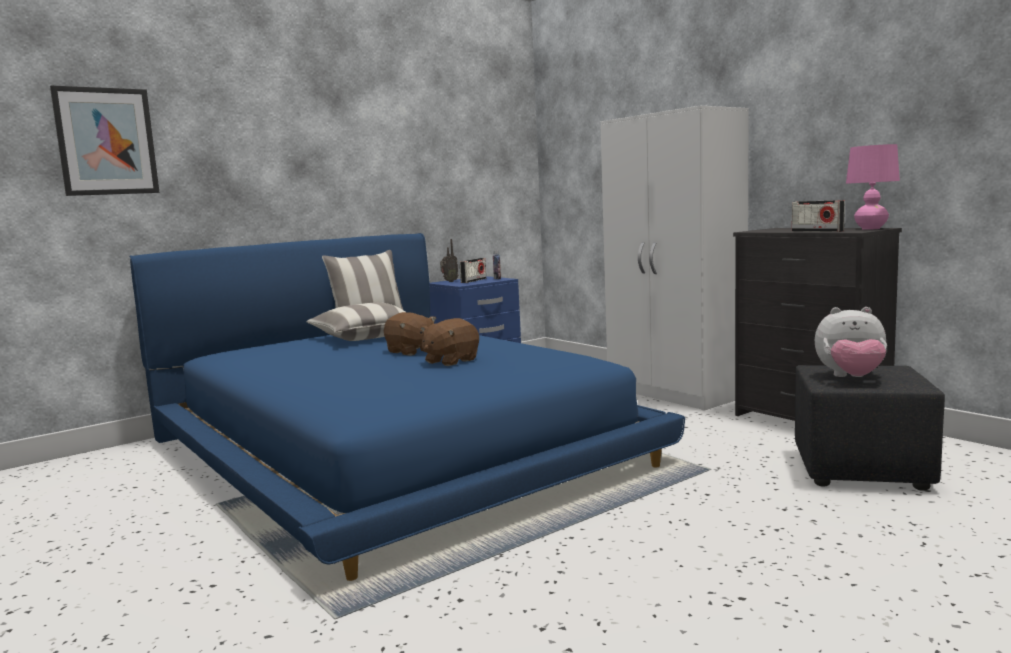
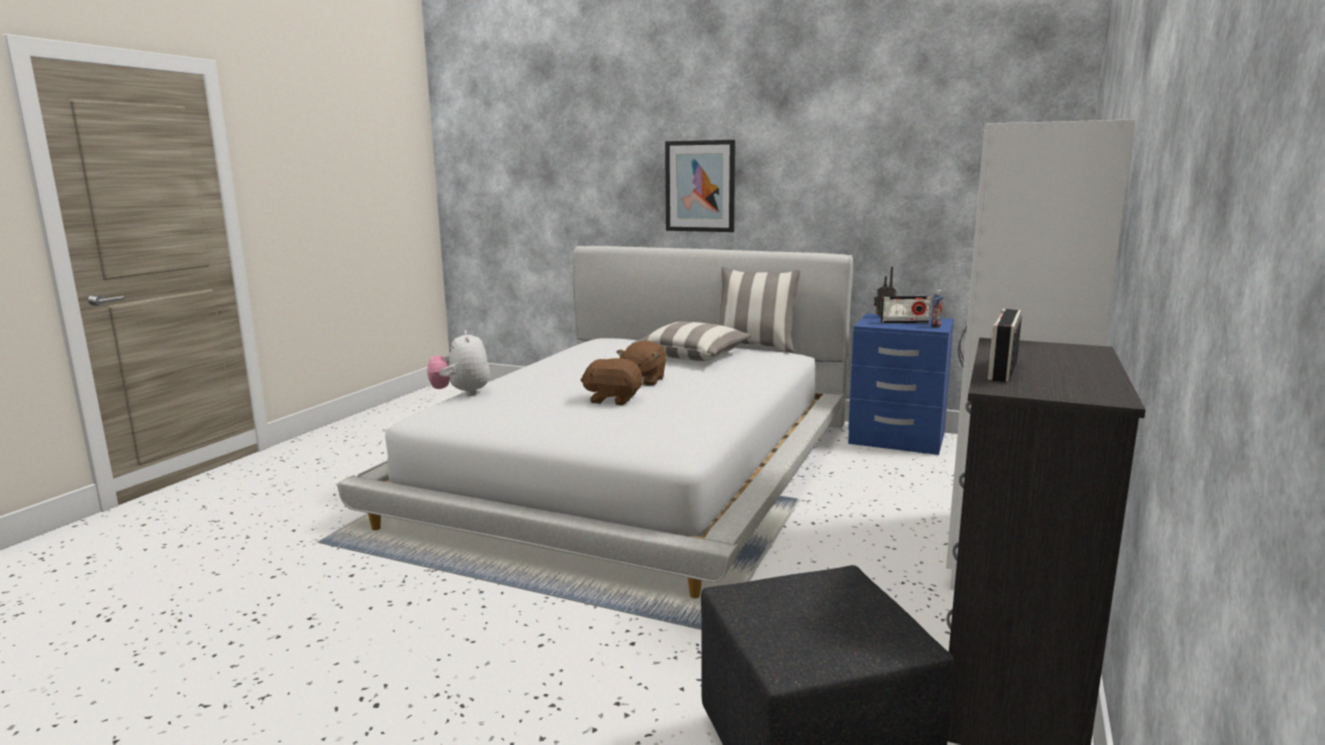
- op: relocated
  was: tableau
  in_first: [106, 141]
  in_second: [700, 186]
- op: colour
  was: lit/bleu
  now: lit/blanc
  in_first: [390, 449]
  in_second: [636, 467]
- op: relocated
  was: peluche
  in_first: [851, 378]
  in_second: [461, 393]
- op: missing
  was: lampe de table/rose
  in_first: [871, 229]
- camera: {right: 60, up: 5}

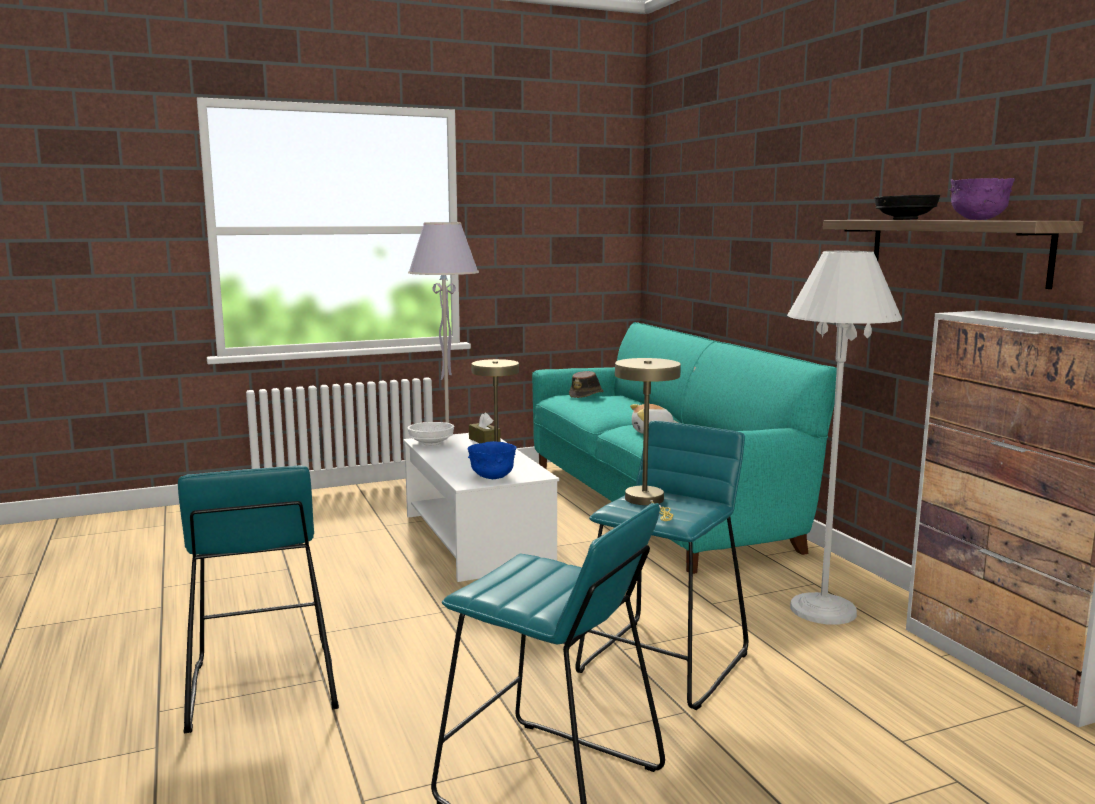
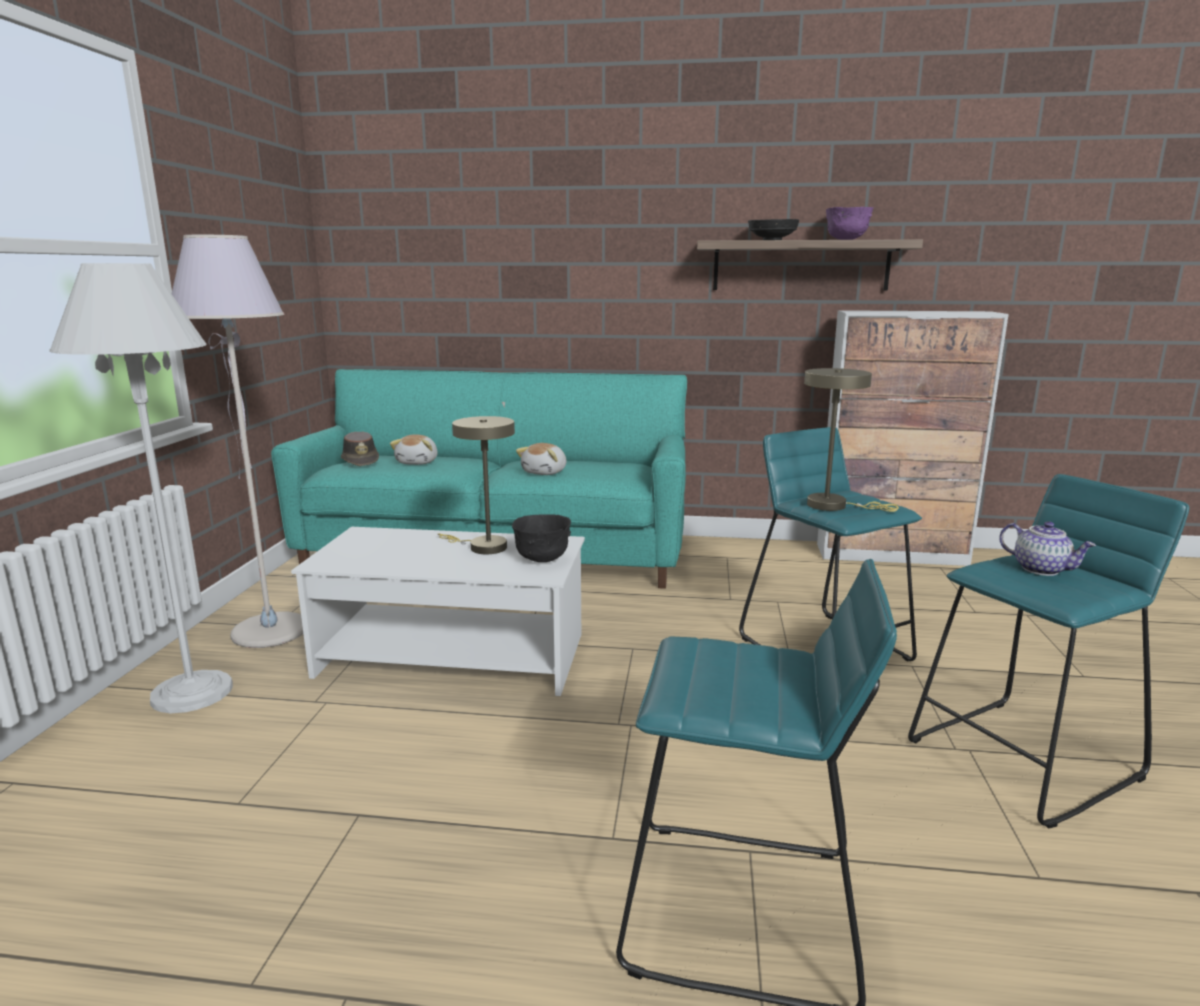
- op: missing
  was: bol/blanc
  in_first: [432, 443]
- op: colour
  was: bol/bleu
  now: bol/noir
  in_first: [492, 477]
  in_second: [542, 560]
- op: missing
  was: boîte à mouchoirs/marron
  in_first: [484, 441]
- op: relocated
  was: lampadaire/blanc
  in_first: [823, 610]
  in_second: [192, 692]
- op: appeared
  now: peluche
  in_second: [418, 462]
- op: appeared
  now: théière
  in_second: [1041, 569]
- camera: {right: -60, up: 5}

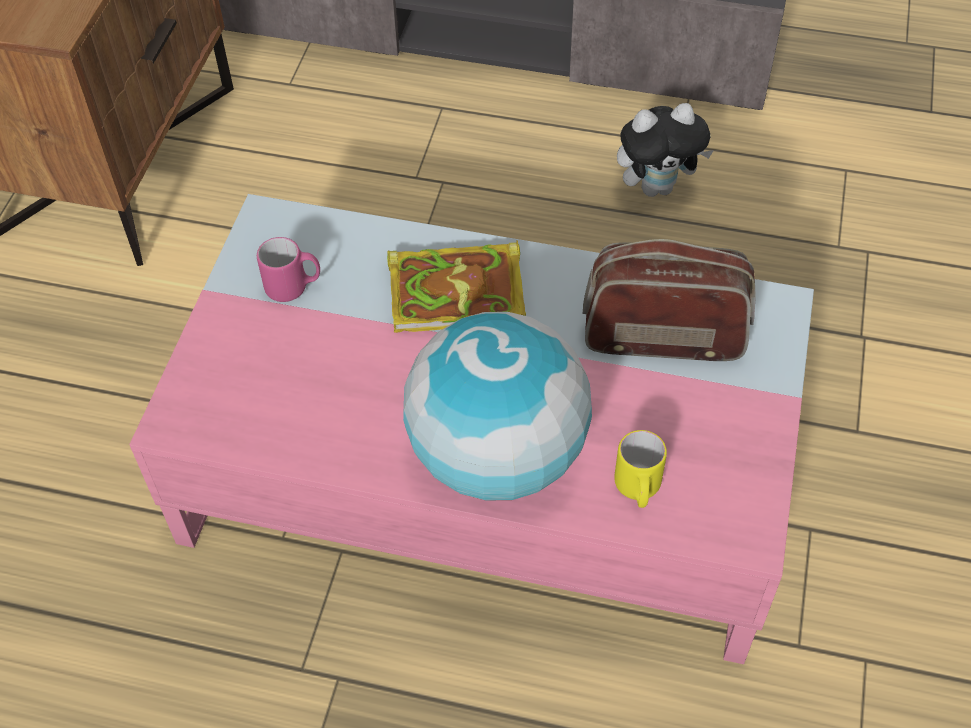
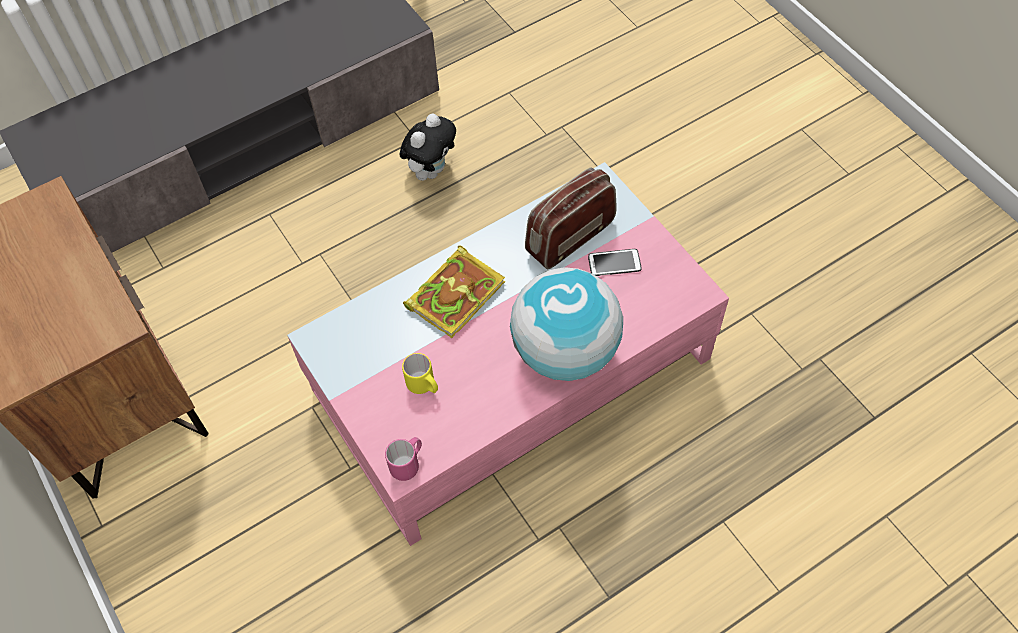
- op: relocated
  was: mug/rose
  in_first: [294, 287]
  in_second: [408, 463]
- op: relocated
  was: mug/jaune
  in_first: [638, 490]
  in_second: [424, 386]
- op: appeared
  now: téléphone
  in_second: [614, 263]
- camera: {right: -45, up: 5}

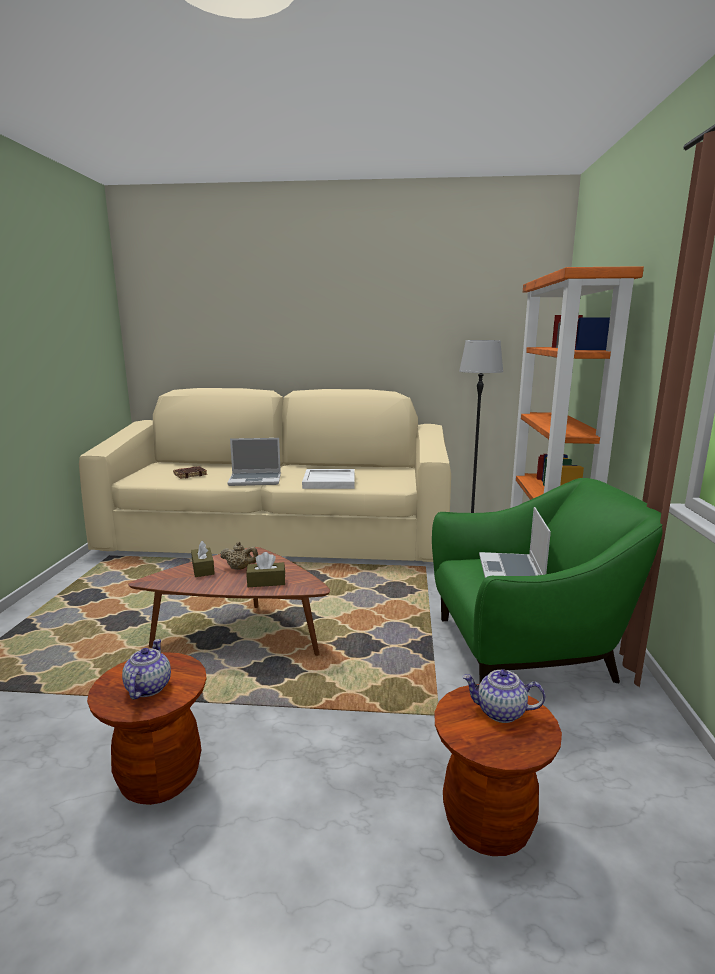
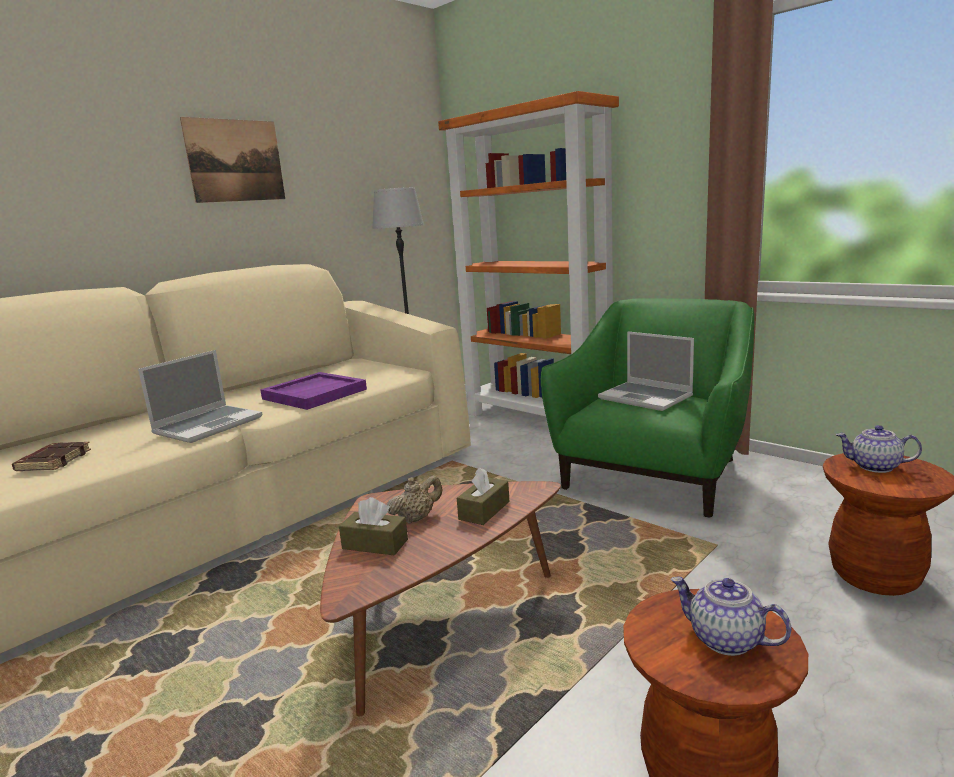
- op: colour
  was: plateau/blanc
  now: plateau/violet
  in_first: [330, 481]
  in_second: [314, 394]
- op: spun
  was: théière
  in_first: [500, 712]
  in_second: [874, 467]
  clockwise: 60
- op: appeared
  now: tableau
  in_second: [235, 160]
- camera: {right: -50, up: 0}

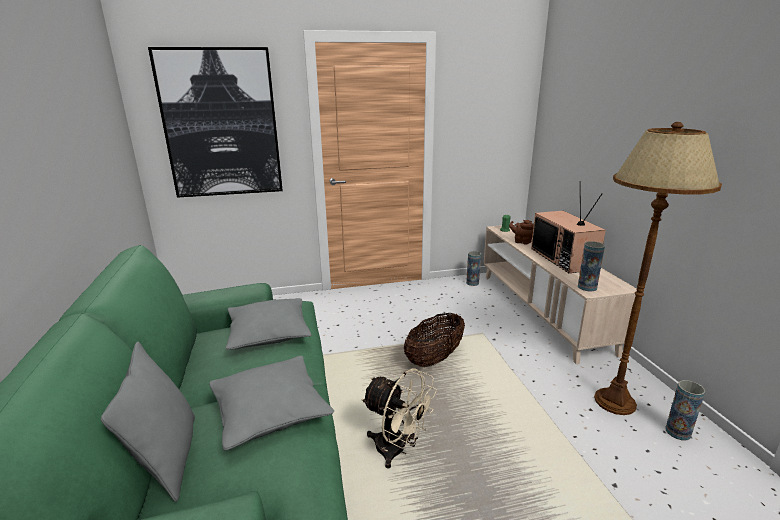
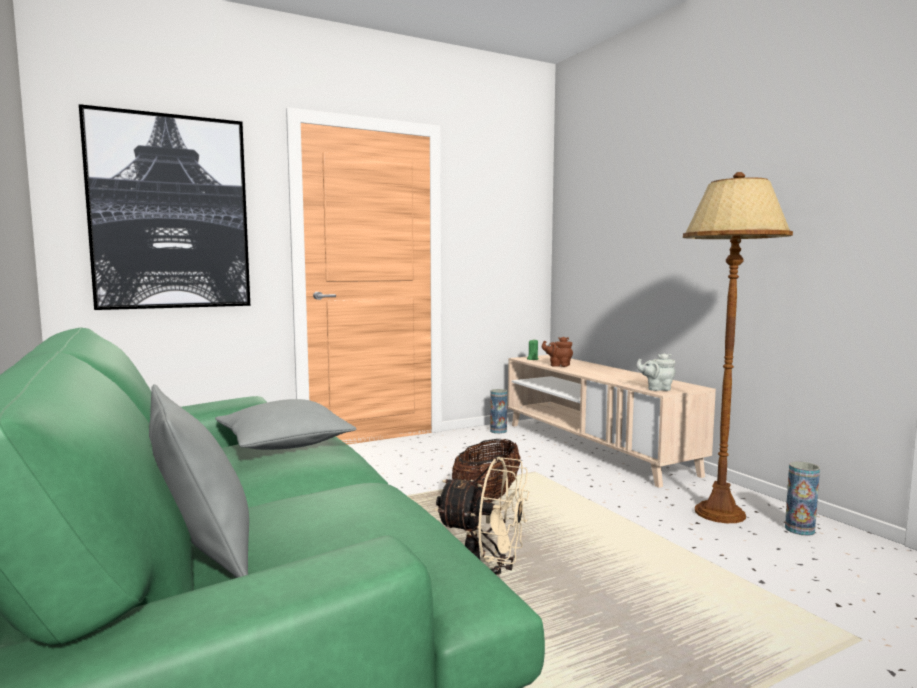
- op: missing
  was: coussin/gris
  in_first: [270, 412]
- op: missing
  was: téléviseur
  in_first: [564, 259]
- op: exchanged
  was: vase
  now: théière/gris
  in_first: [587, 287]
  in_second: [657, 389]
- camera: {right: -15, up: -15}

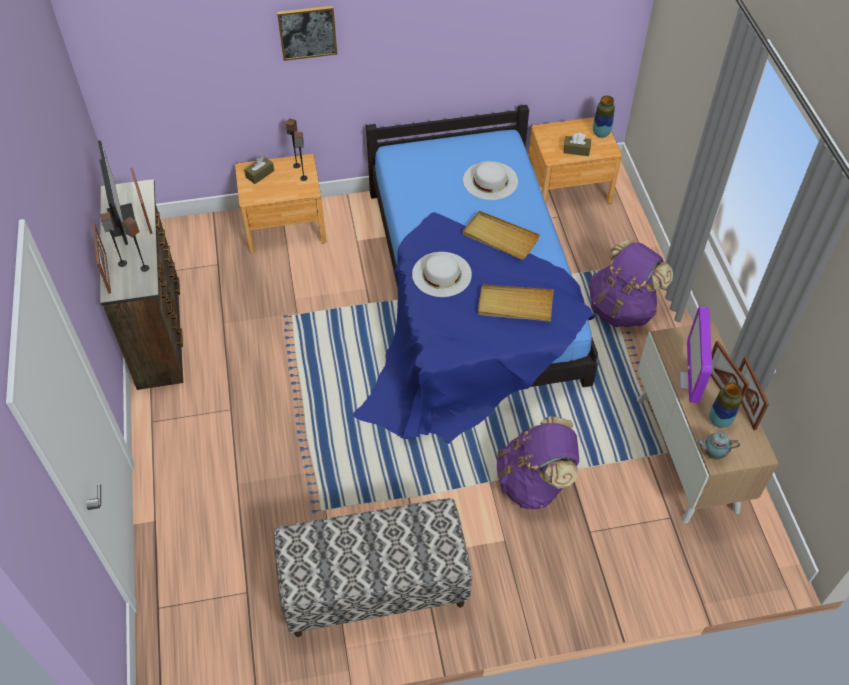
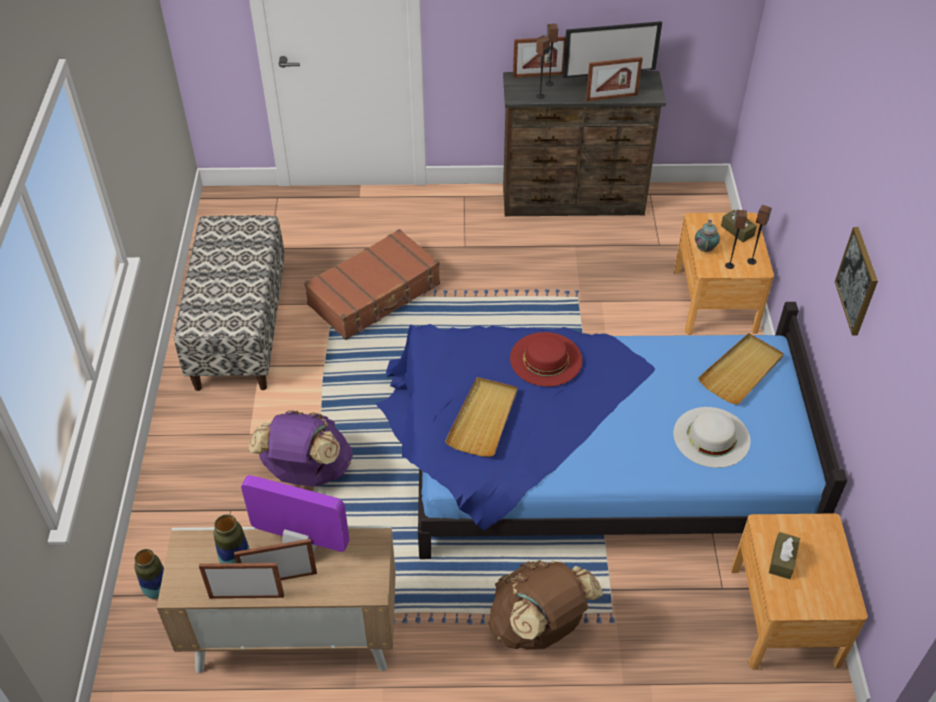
- op: relocated
  was: tableau
  in_first: [307, 32]
  in_second: [858, 281]
- op: colour
  was: chapeau/blanc
  now: chapeau/rouge
  in_first: [442, 274]
  in_second: [546, 359]
- op: relocated
  was: plateau/beige
  in_first: [500, 237]
  in_second: [741, 371]
- op: colour
  was: sac à dos/violet
  now: sac à dos/marron
  in_first: [622, 308]
  in_second: [539, 626]
- op: relocated
  was: vase
  in_first: [601, 133]
  in_second: [157, 590]
- op: relocated
  was: théière
  in_first: [712, 453]
  in_second: [705, 248]
- op: appeared
  now: valise/marron
  in_second: [375, 295]
- camera: {right: 100, up: -5}

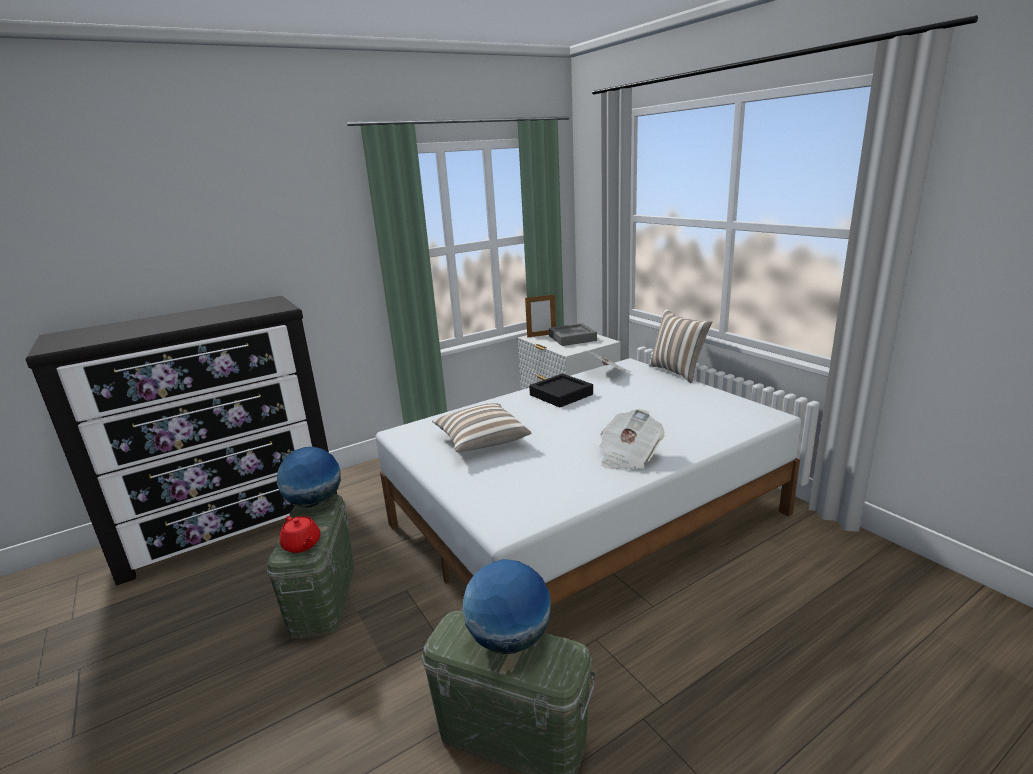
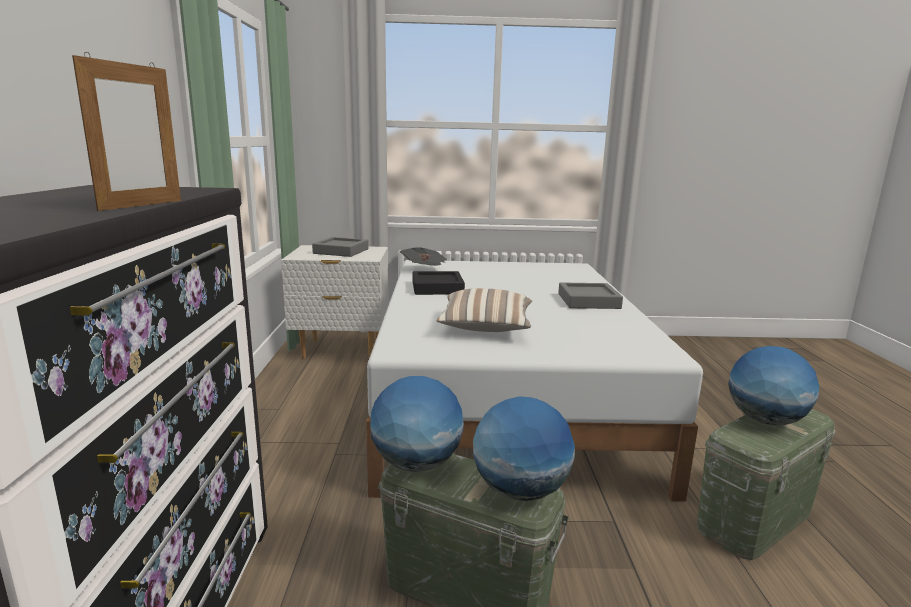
- op: exchanged
  was: théière/rouge
  now: globe
  in_first: [302, 545]
  in_second: [520, 491]
- op: relocated
  was: cadre photo
  in_first: [541, 335]
  in_second: [142, 205]
- op: exchanged
  was: journal
  now: plateau/gris
  in_first: [628, 456]
  in_second: [588, 301]
- op: missing
  was: coussin
  in_first: [677, 372]
- camera: {right: -60, up: -5}

